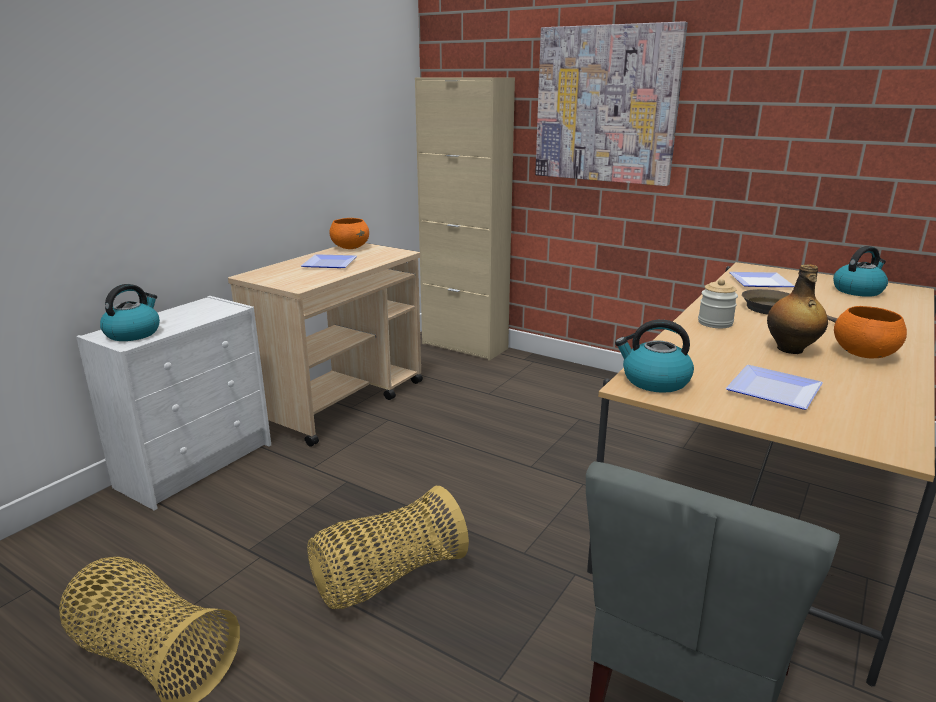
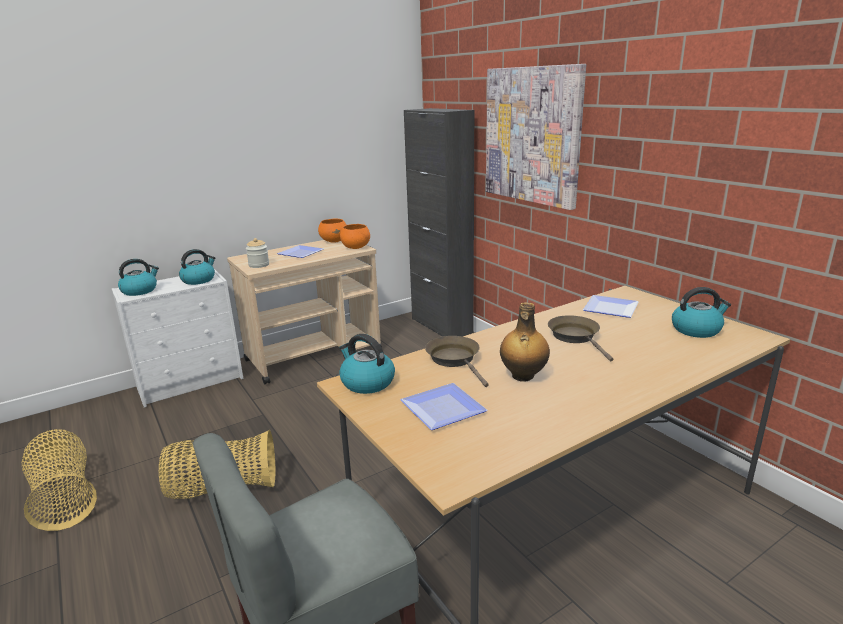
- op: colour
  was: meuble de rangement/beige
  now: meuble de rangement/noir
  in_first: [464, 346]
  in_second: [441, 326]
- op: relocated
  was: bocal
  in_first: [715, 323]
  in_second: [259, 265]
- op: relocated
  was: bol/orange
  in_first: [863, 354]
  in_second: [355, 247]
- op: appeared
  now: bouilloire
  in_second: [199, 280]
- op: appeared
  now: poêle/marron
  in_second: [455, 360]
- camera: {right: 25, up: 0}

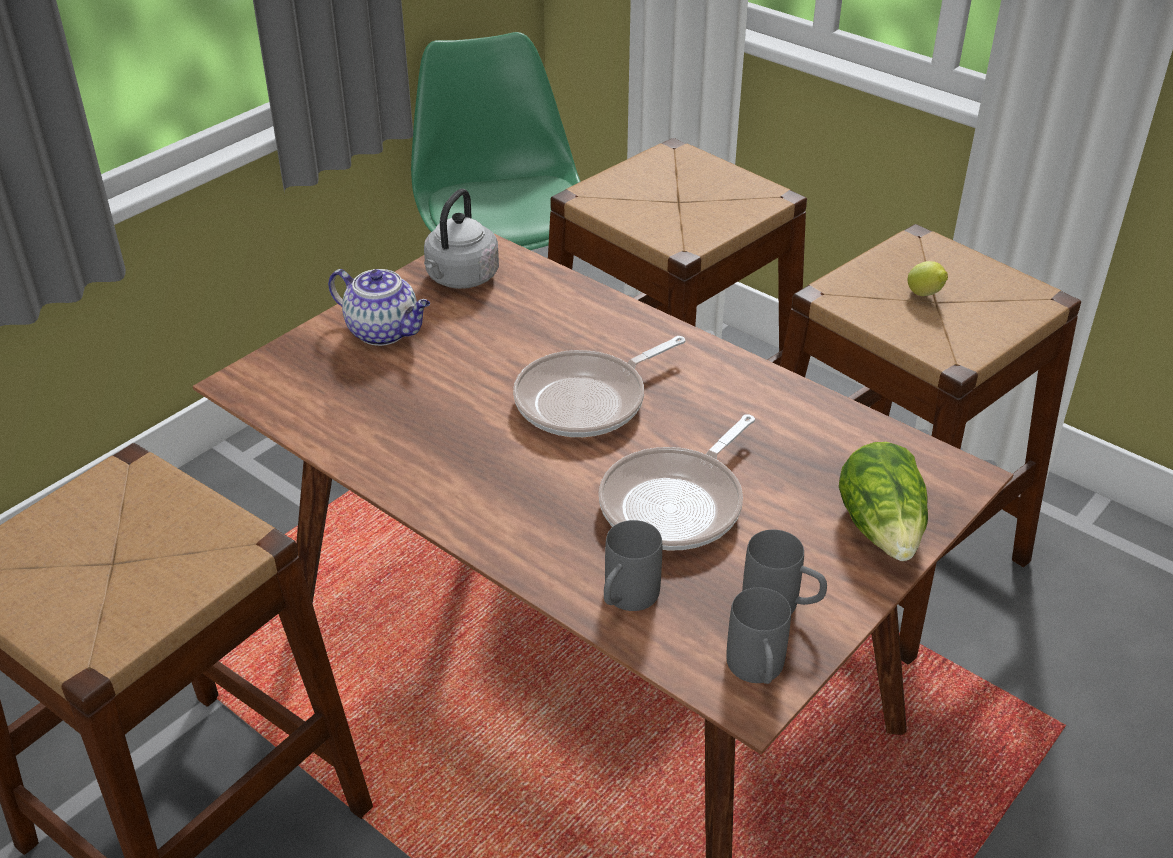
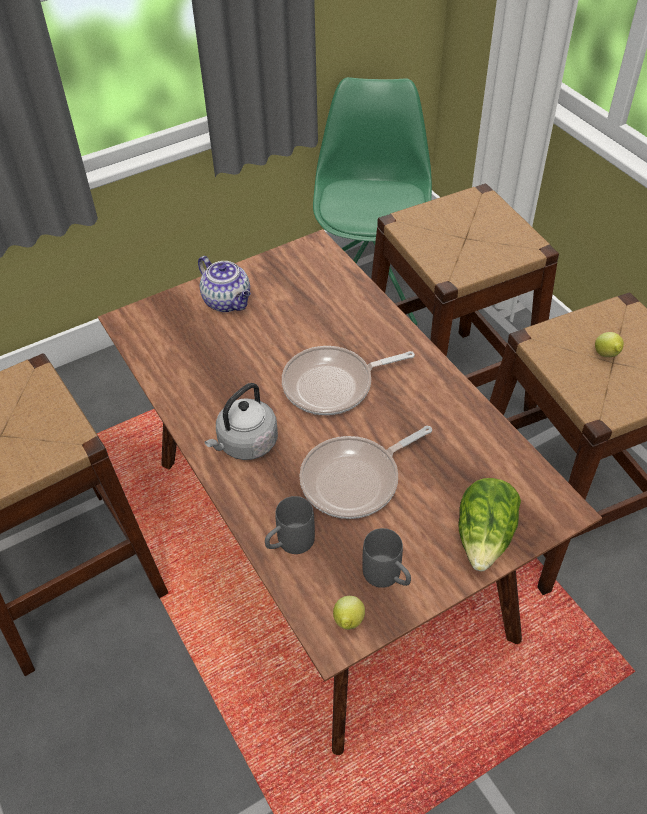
- op: relocated
  was: bouilloire/gris
  in_first: [460, 279]
  in_second: [245, 444]
- op: exchanged
  was: mug/gris
  now: citron
  in_first: [757, 673]
  in_second: [348, 622]
- camera: {right: 20, up: 10}

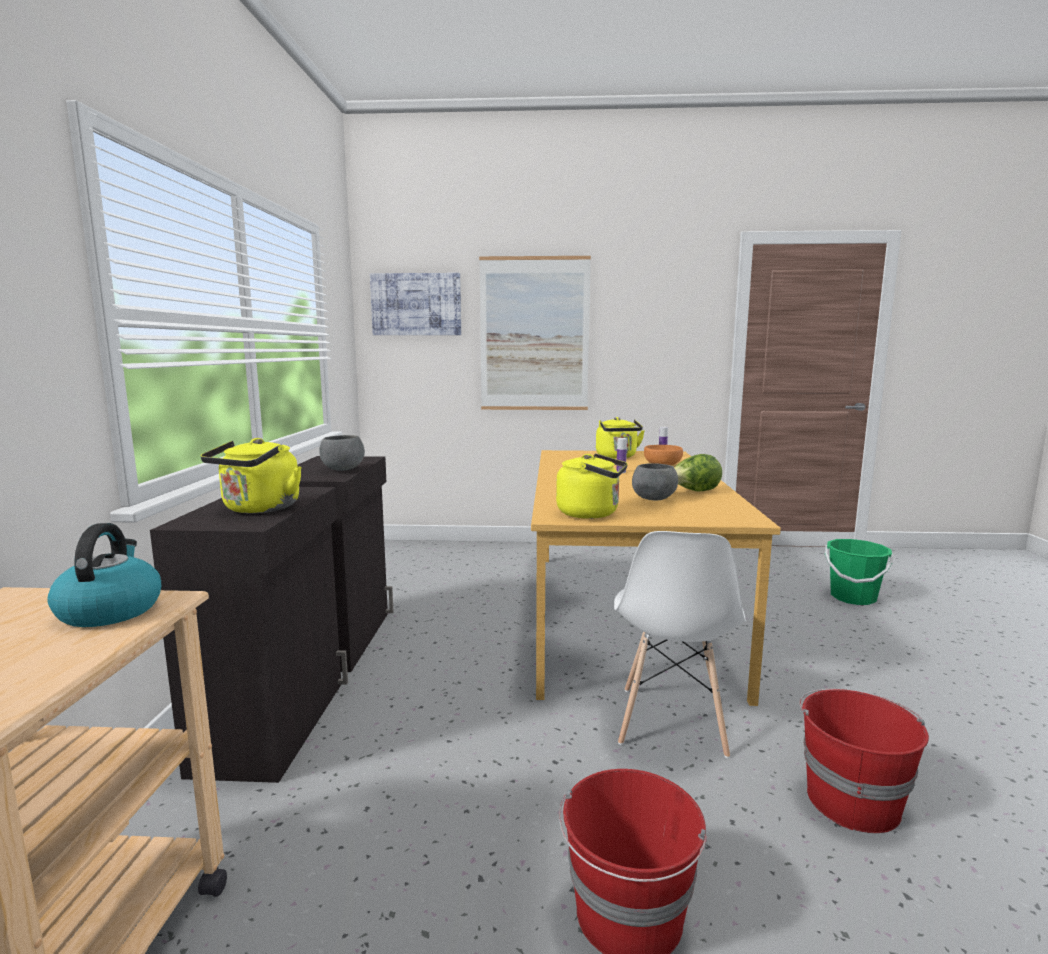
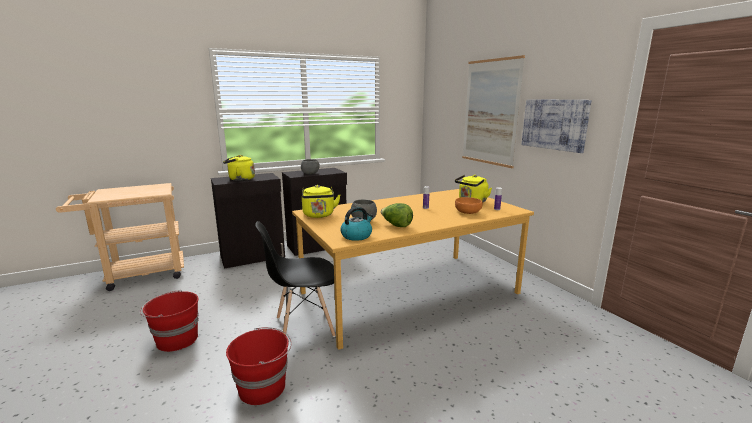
- op: relocated
  was: bouilloire
  in_first: [110, 610]
  in_second: [357, 236]
- op: relocated
  was: tableau
  in_first: [416, 304]
  in_second: [554, 124]
- op: colour
  was: chaise/blanc
  now: chaise/noir
  in_first: [671, 722]
  in_second: [303, 327]
- op: missing
  was: seau/vert
  in_first: [853, 597]
- camera: {right: 60, up: 5}

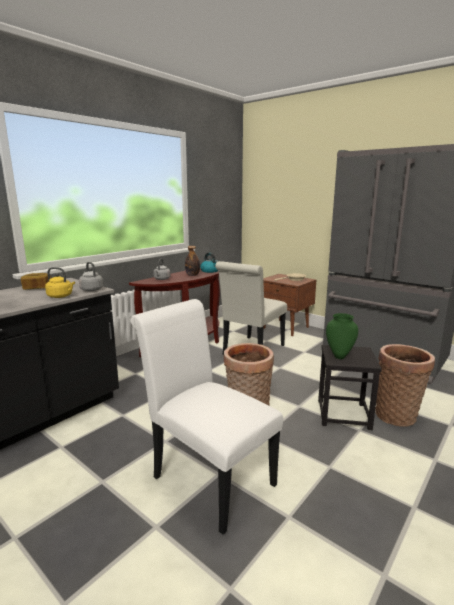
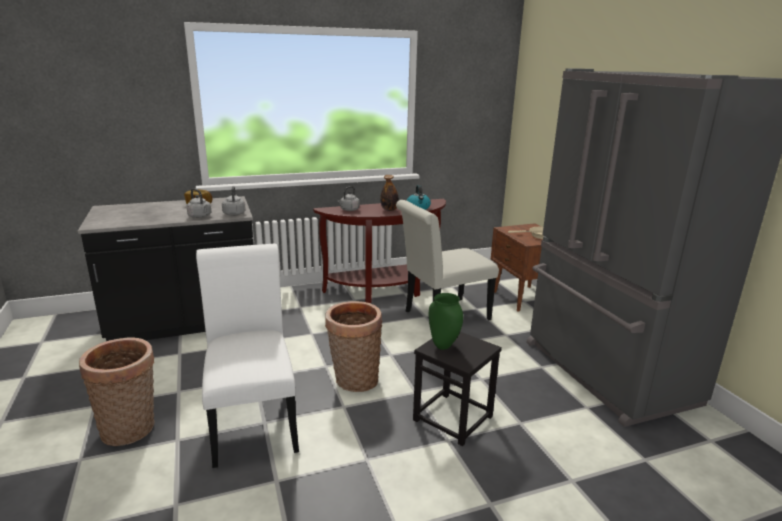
- op: colour
  was: bouilloire/jaune
  now: bouilloire/gris
  in_first: [61, 296]
  in_second: [200, 216]
- op: relocated
  was: panier
  in_first: [397, 414]
  in_second: [131, 429]
- camera: {right: 30, up: 5}

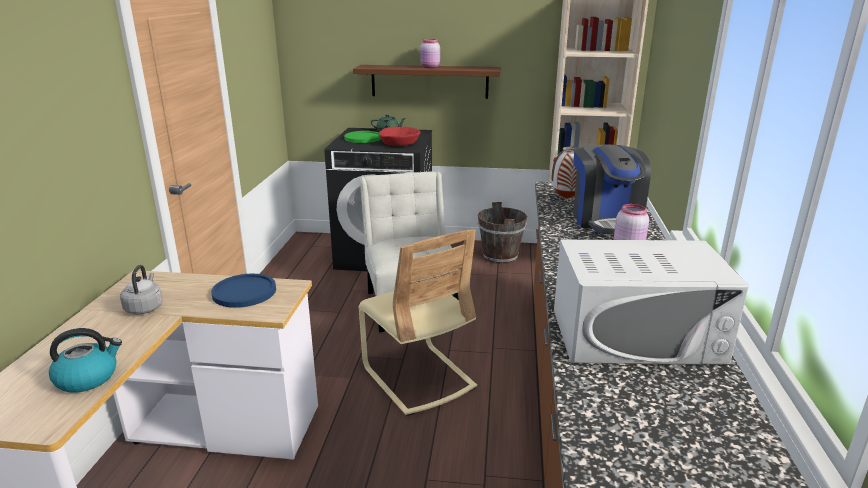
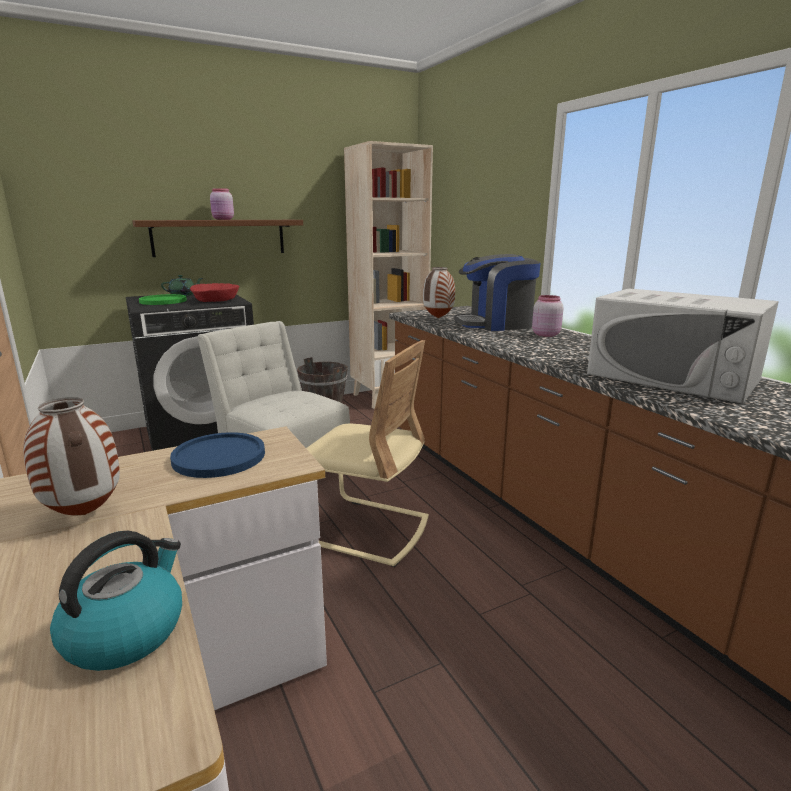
- op: exchanged
  was: bouilloire/gris
  now: vase
  in_first: [145, 307]
  in_second: [83, 514]
- op: spun
  was: micro-ondes/blanc
  in_first: [636, 335]
  in_second: [672, 377]
  clockwise: 75
- op: spun
  was: machine à café
  in_first: [606, 220]
  in_second: [496, 324]
  clockwise: 120
- camera: {right: -35, up: -5}

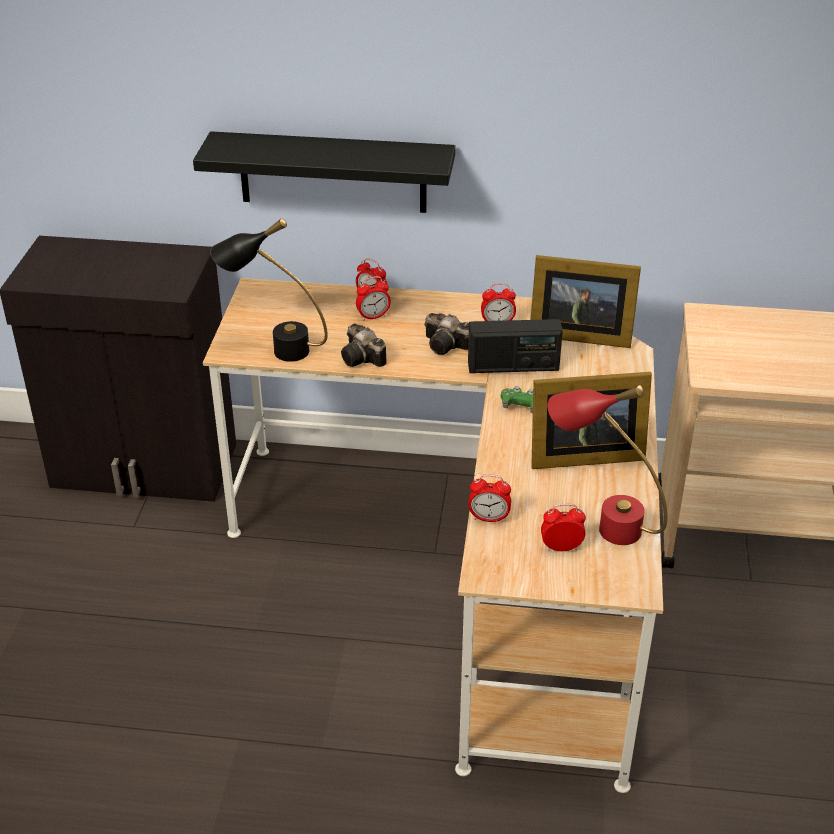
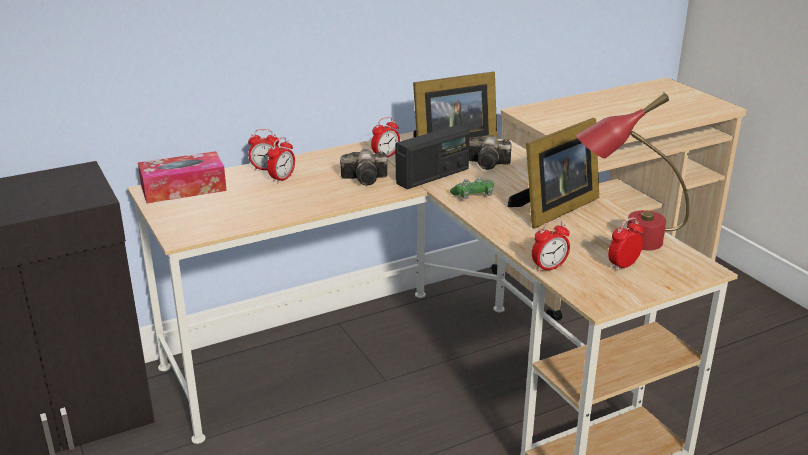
- op: missing
  was: étagère/noir
  in_first: [333, 172]
- op: missing
  was: lampe de table/noir
  in_first: [275, 348]
- op: relocated
  was: appareil photo
  in_first: [363, 359]
  in_second: [489, 164]
- op: appeared
  now: boîte à mouchoirs
  in_second: [183, 188]
- camera: {right: -35, up: -10}

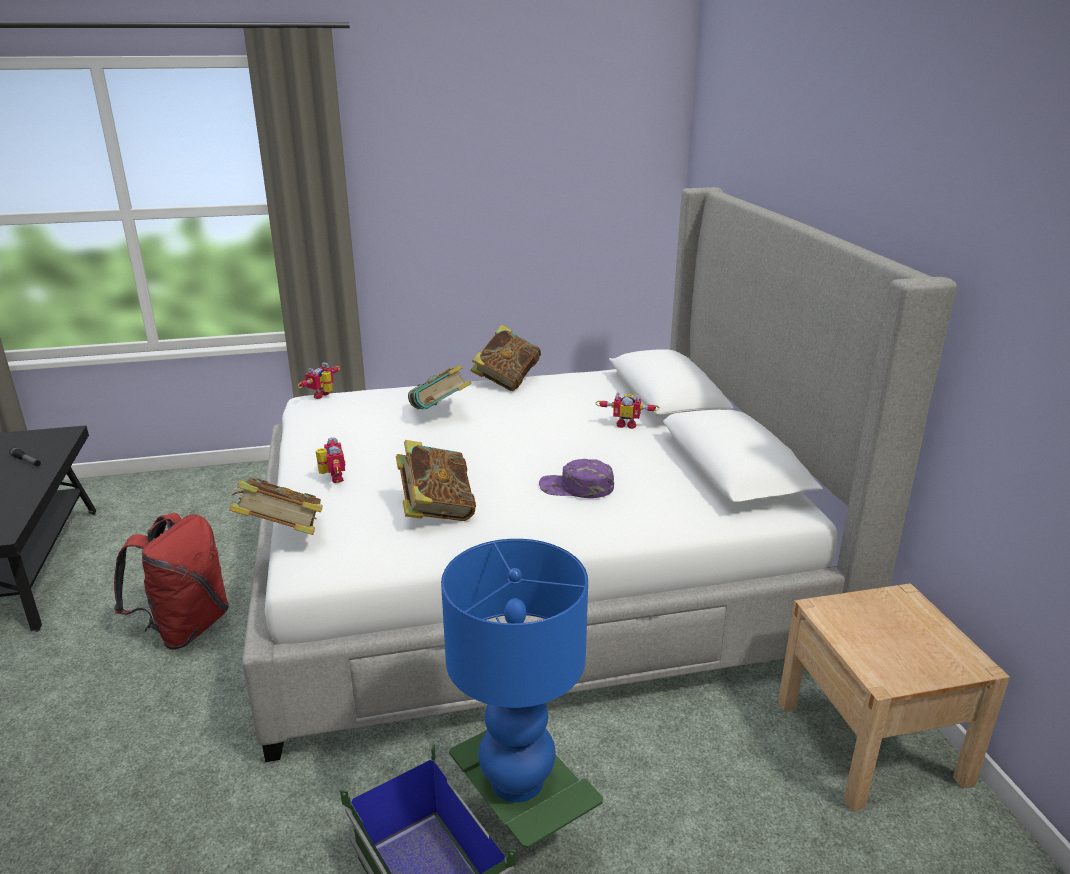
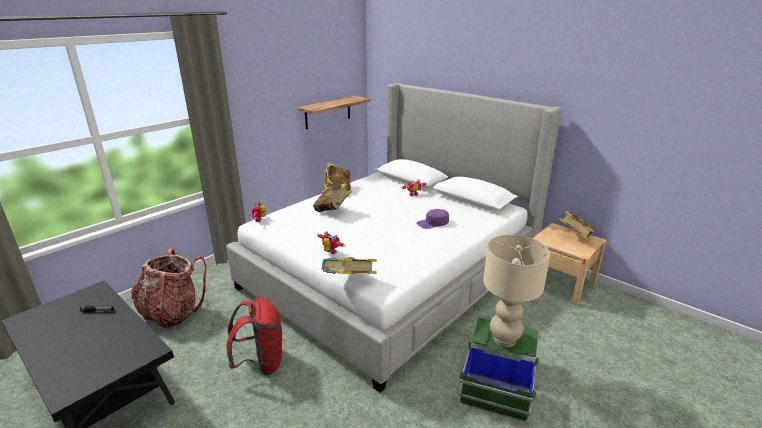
- op: relocated
  was: livre
  in_first: [436, 511]
  in_second: [574, 237]
- op: colour
  was: lampe de table/bleu
  now: lampe de table/beige
  in_first: [518, 781]
  in_second: [505, 339]
- op: appeared
  now: sac à dos
  in_second: [172, 313]
- op: appeared
  now: étagère
  in_second: [328, 112]
- camera: {right: -35, up: 0}

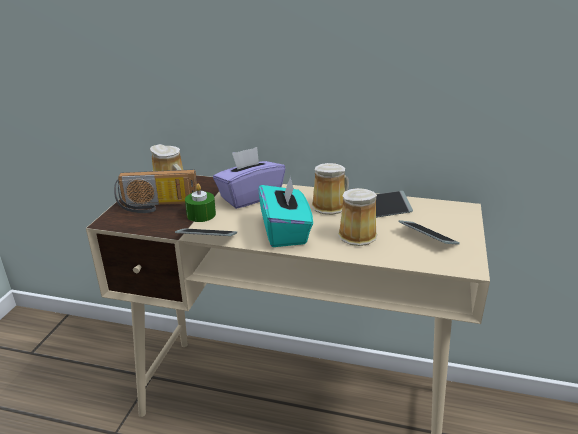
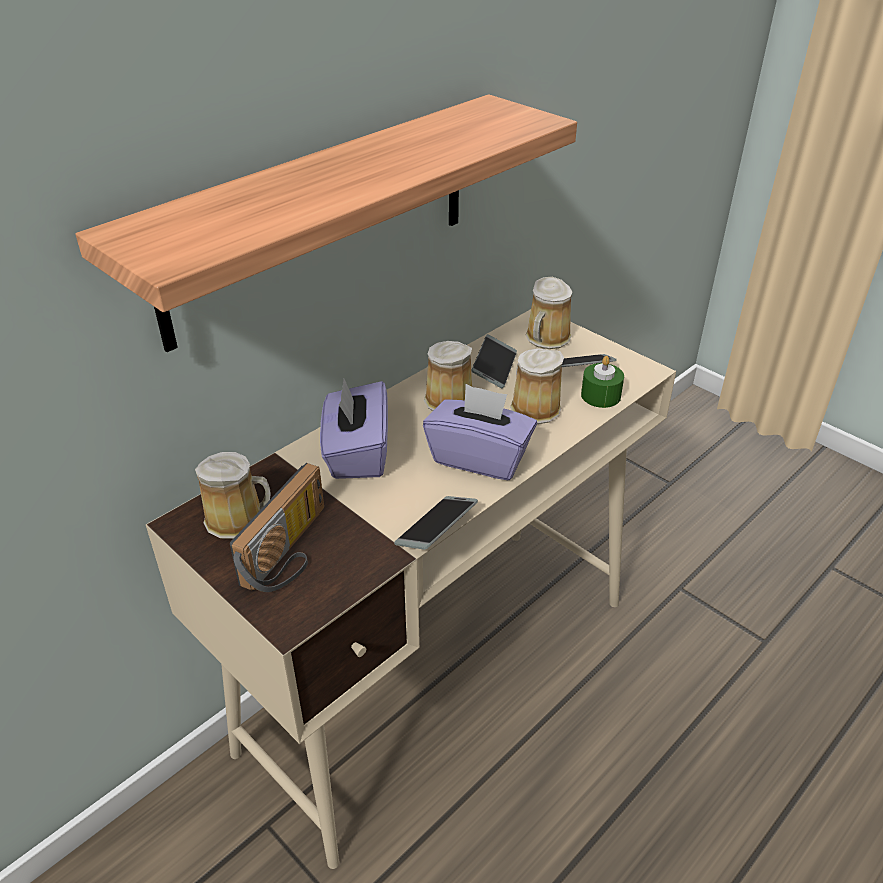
- op: relocated
  was: bougie/vert
  in_first: [201, 215]
  in_second: [600, 395]
- op: colour
  was: boîte à mouchoirs/turquoise
  now: boîte à mouchoirs/violet
  in_first: [285, 232]
  in_second: [480, 457]
- op: appeared
  now: étagère
  in_second: [321, 218]
- op: appeared
  now: mug
  in_second: [546, 339]
- camera: {right: -60, up: 10}

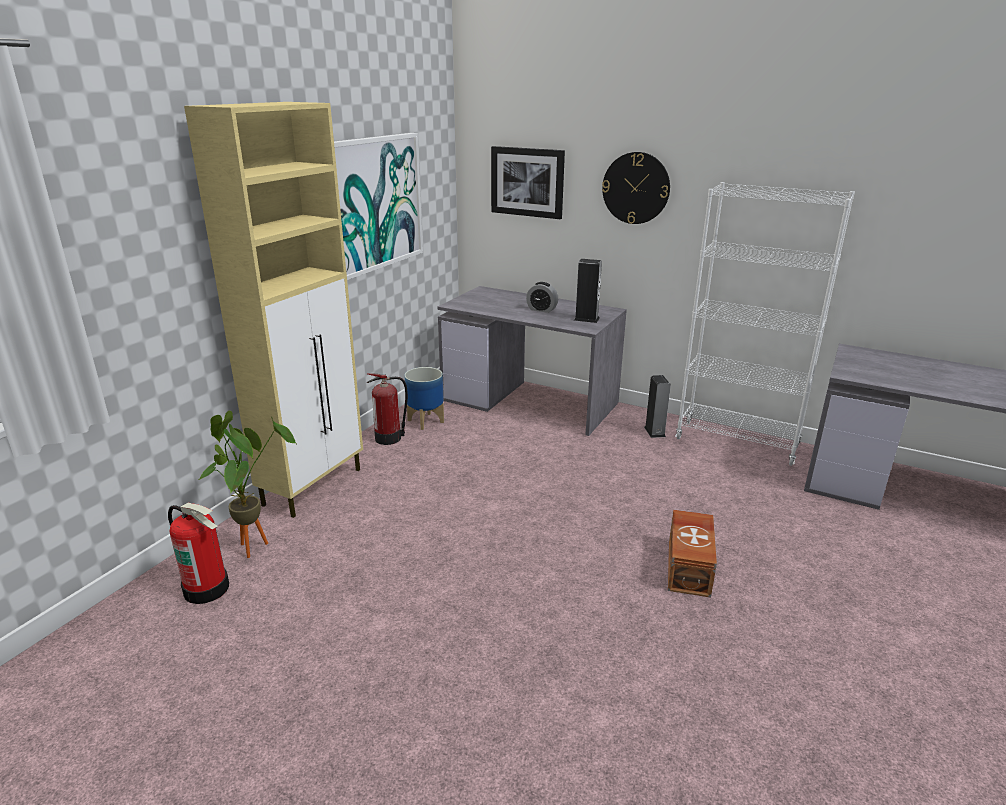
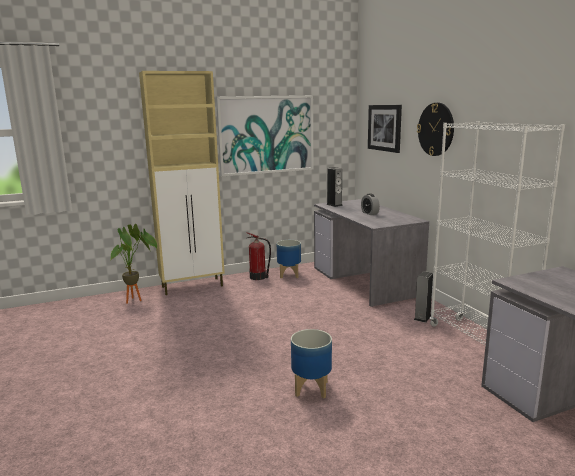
- op: missing
  was: extincteur
  in_first: [207, 588]
- op: relocated
  was: enceinte
  in_first: [586, 319]
  in_second: [334, 205]
- op: exchanged
  was: boîte de rangement/marron
  now: cache-pot
  in_first: [690, 567]
  in_second: [312, 389]
- camera: {right: 40, up: -10}

